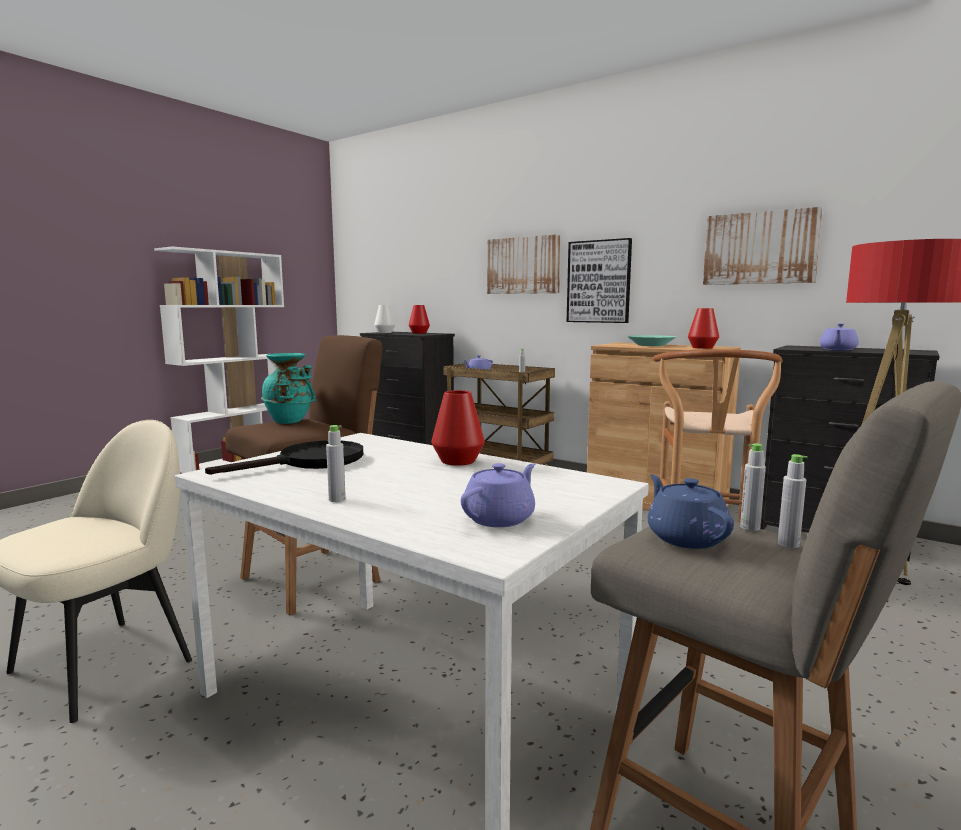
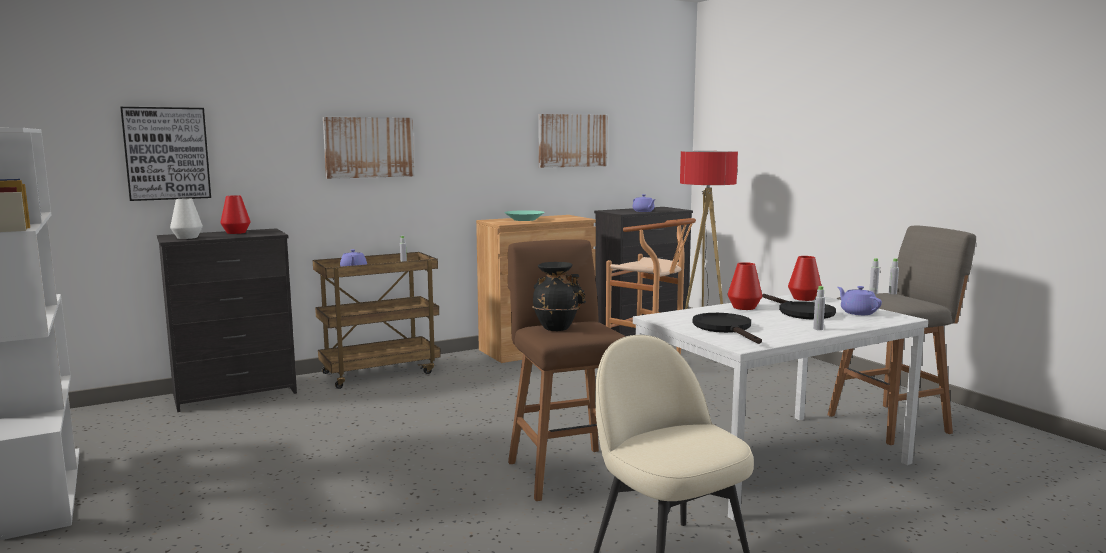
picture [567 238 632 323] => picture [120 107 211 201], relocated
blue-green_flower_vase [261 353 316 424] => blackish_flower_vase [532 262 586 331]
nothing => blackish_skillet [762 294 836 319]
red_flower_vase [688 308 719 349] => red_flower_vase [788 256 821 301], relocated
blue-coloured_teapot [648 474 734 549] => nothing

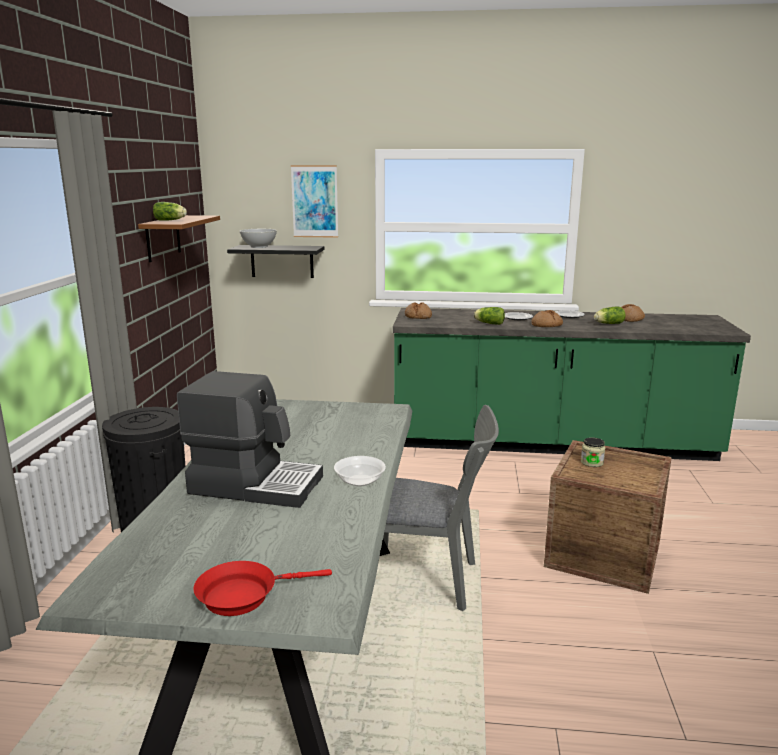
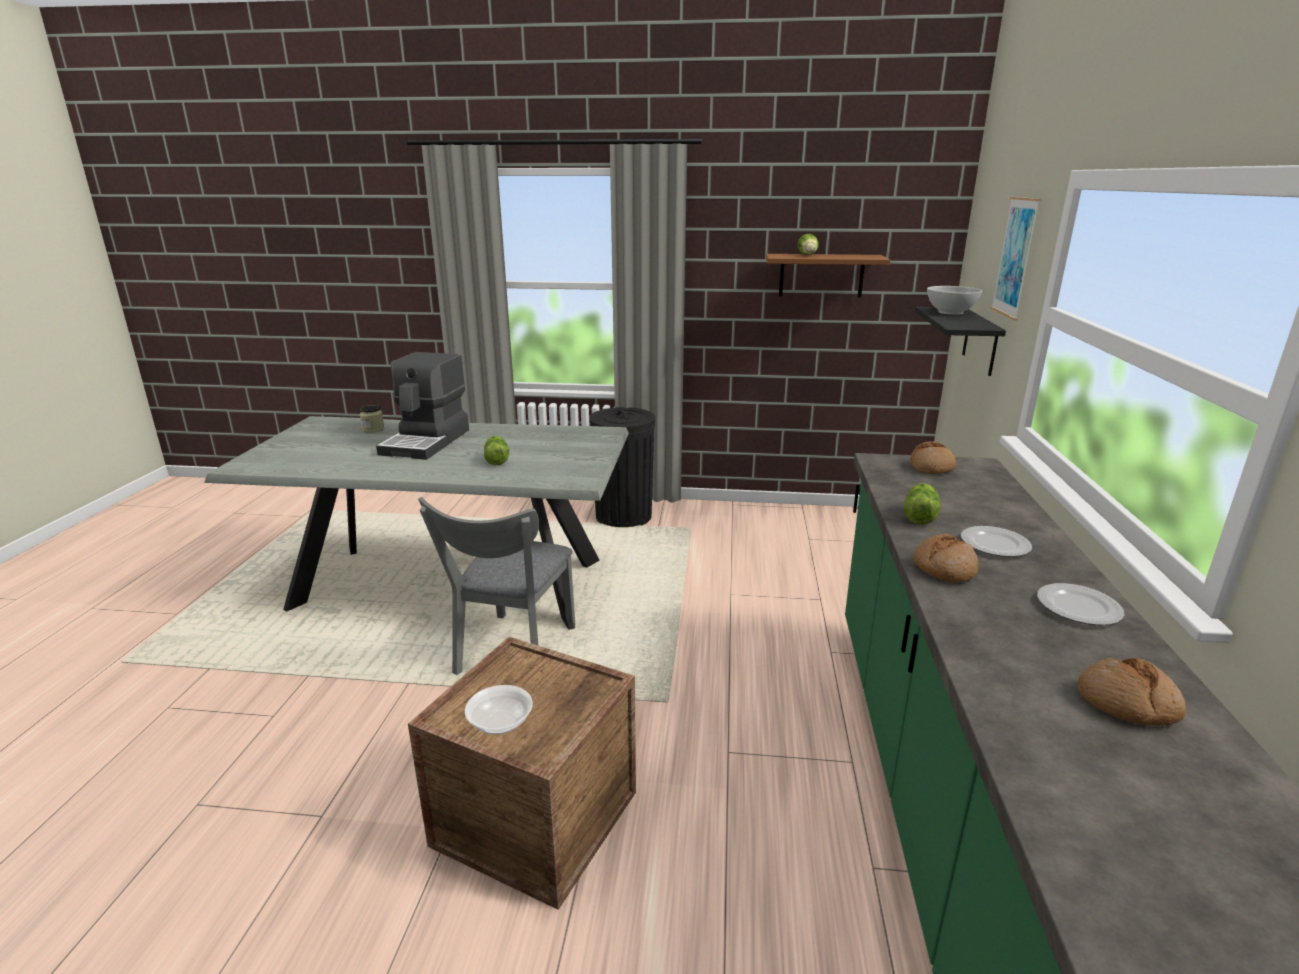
storage_jar [581 437 605 467] => storage_jar [360 405 385 433], relocated
deep_dish [334 456 386 486] => deep_dish [465 685 533 735], relocated
head_of_lettuce [594 307 626 324] => head_of_lettuce [484 436 509 465], relocated
red_skillet [193 561 332 616] => nothing

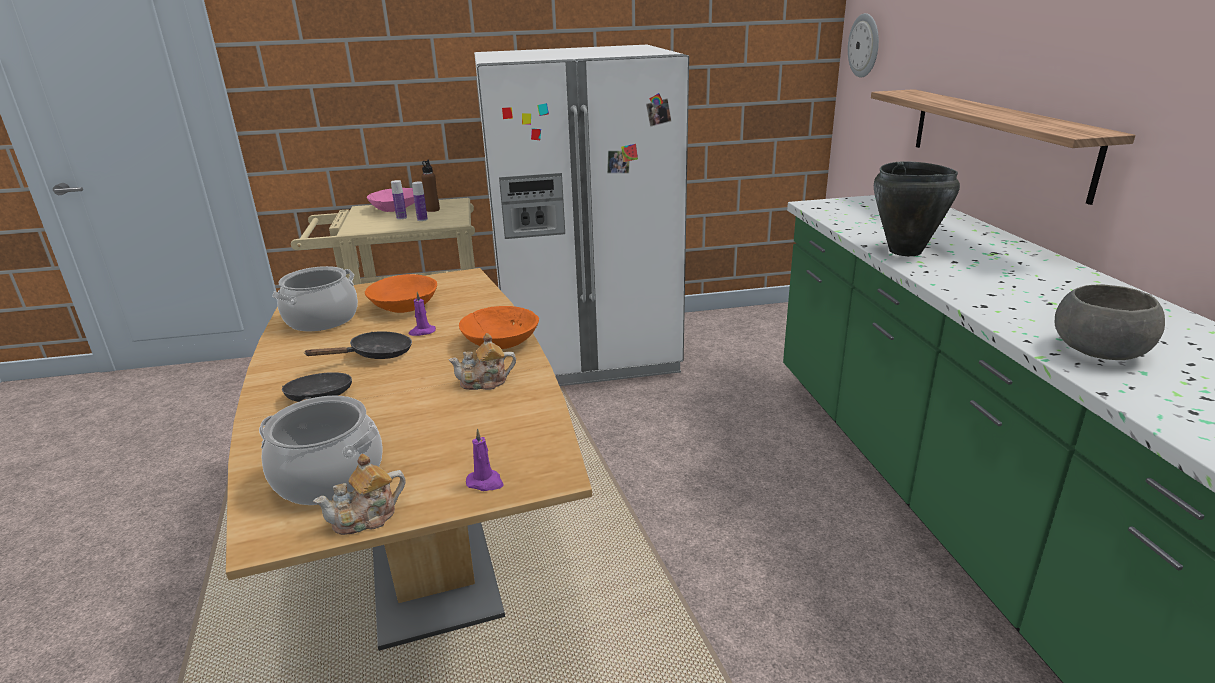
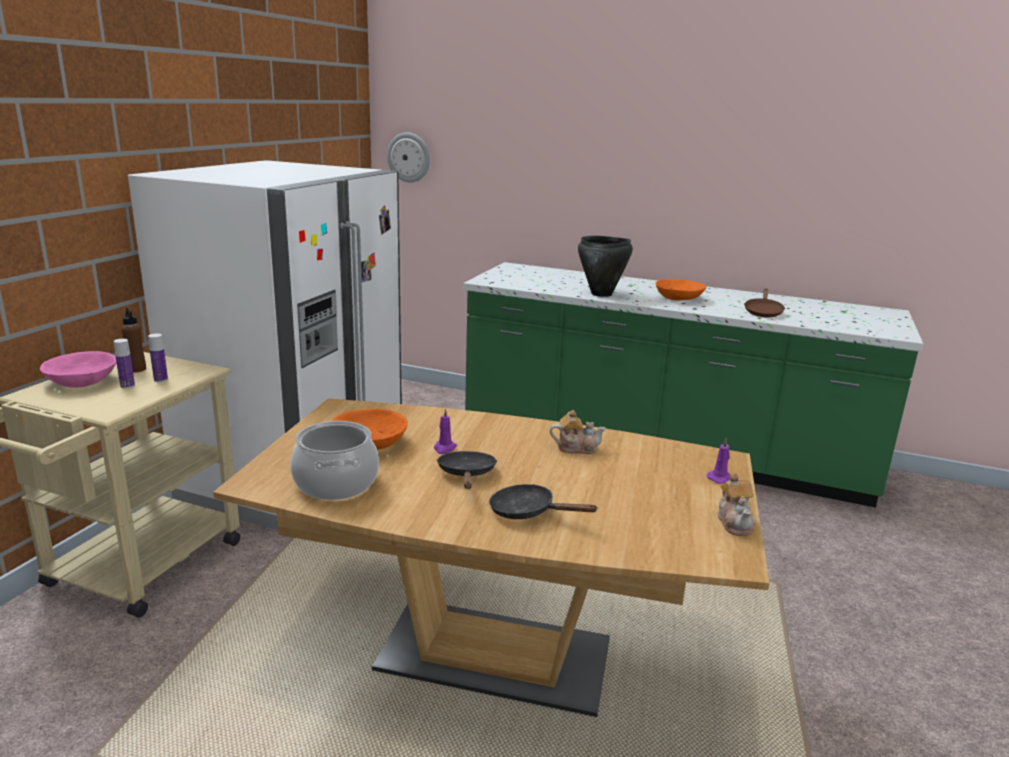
teapot [449 333 516 390] => teapot [550 410 606 454], 105 degrees counterclockwise
orangey_deep_dish [459 306 539 349] => orangey_deep_dish [656 279 706 301], relocated
gray_deep_dish [1055 285 1165 360] => brownish_skillet [744 288 785 317]
saucepot [259 395 383 505] => nothing
bracket_shelf [871 89 1135 205] => nothing

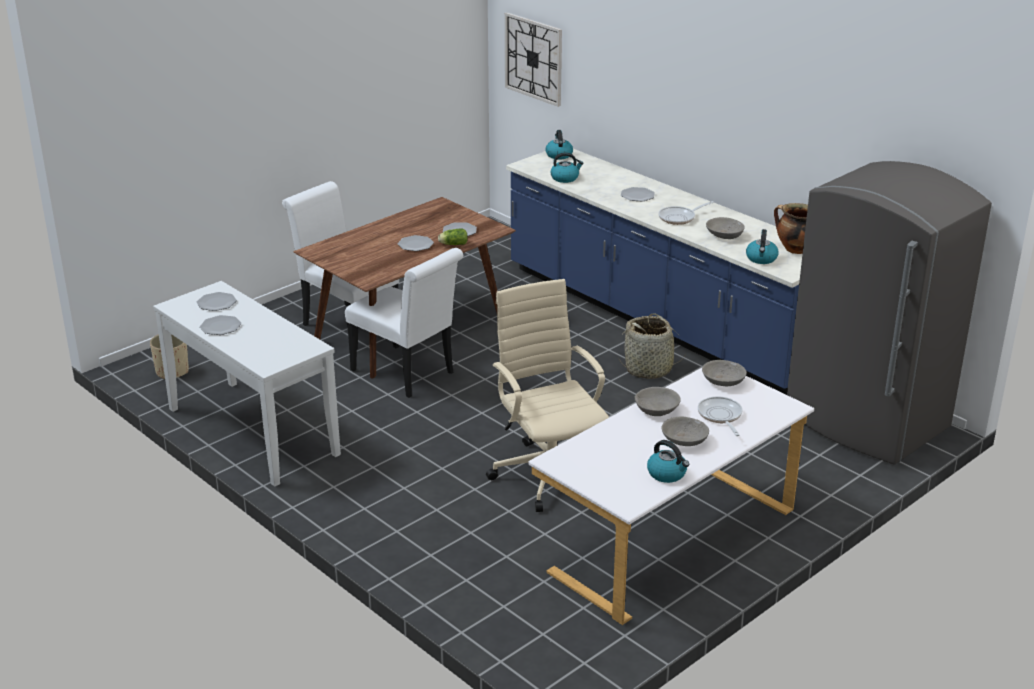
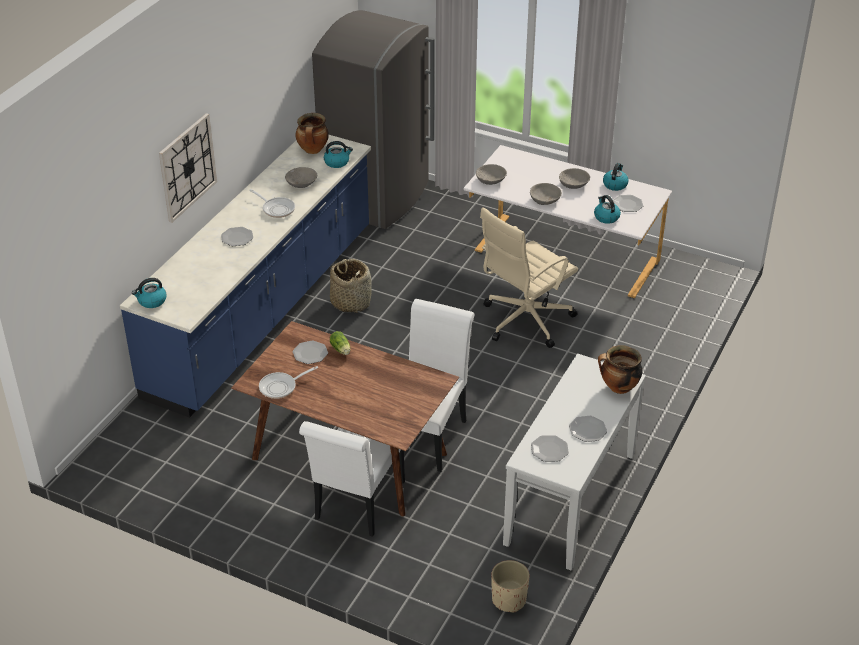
wall_clock [505 12 562 107] => wall_clock [159 113 217 223], relocated
skillet [698 396 742 436] => skillet [259 366 319 399], relocated
water_kettle [550 152 584 183] => water_kettle [594 195 621 224], relocated
nothing => saucepot [598 345 642 394]
dinner_plate [398 235 434 251] => dinner_plate [613 195 643 212], relocated

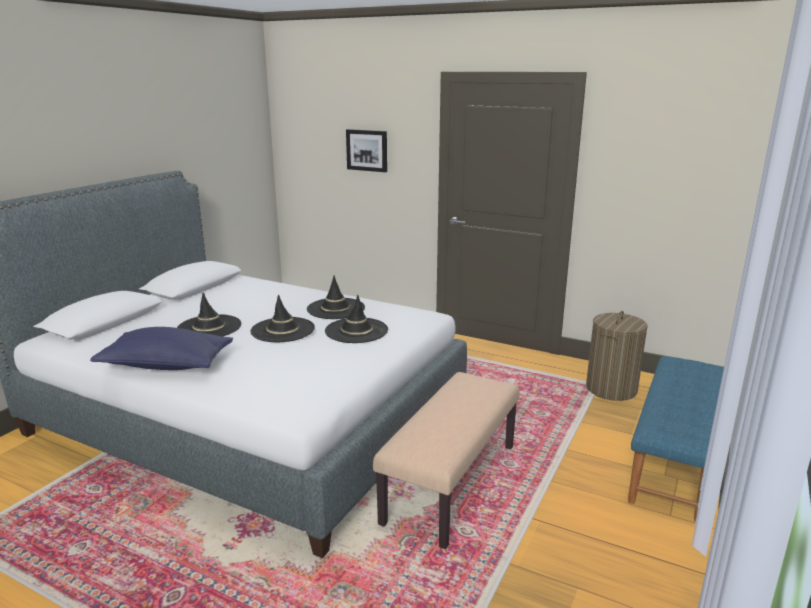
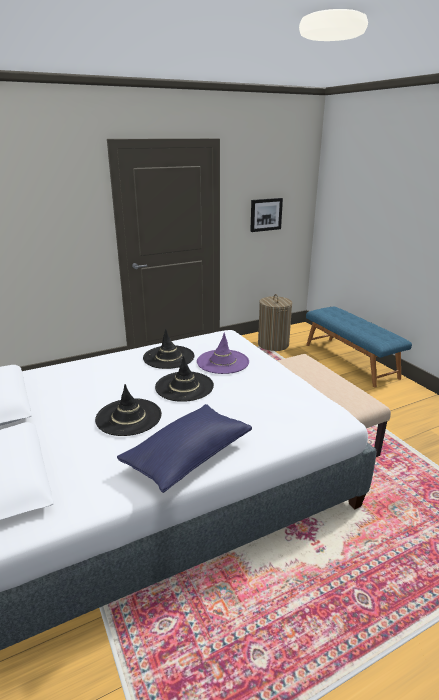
blackish_wearable_hat [325 295 388 343] => purple_wearable_hat [197 332 249 374]
picture [346 129 387 172] => picture [250 198 283 232], relocated

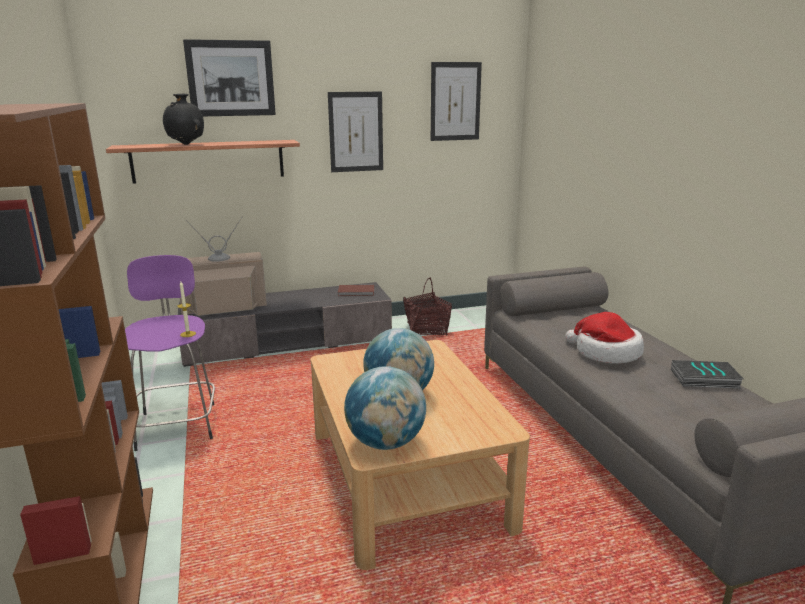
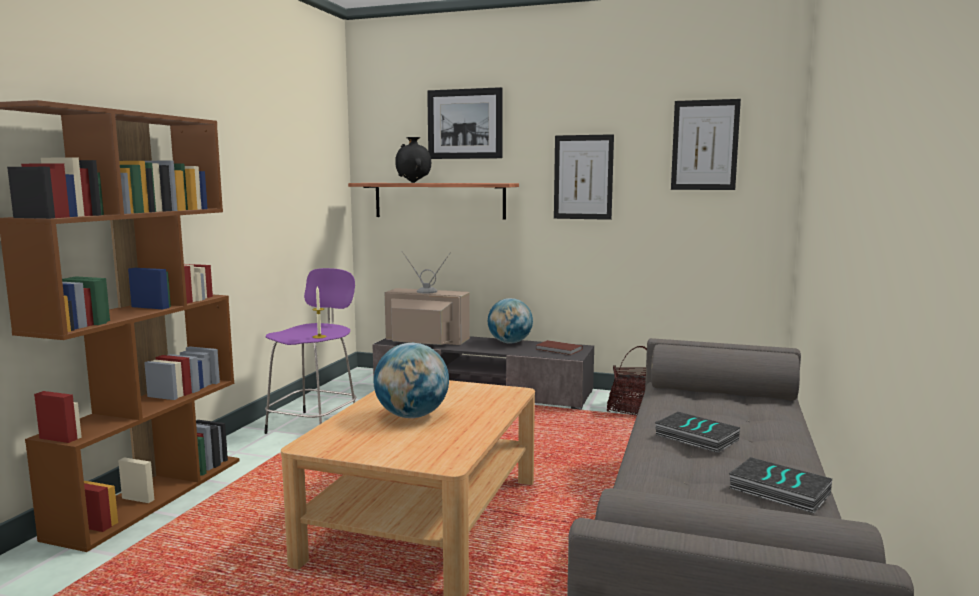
globe [344 366 426 450] => globe [488 298 533 344], relocated
wearable_hat [565 312 644 364] => book [655 412 740 453]

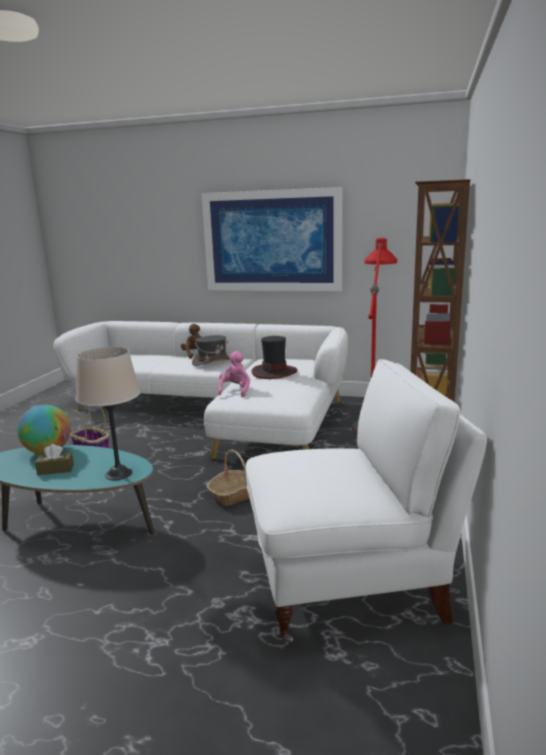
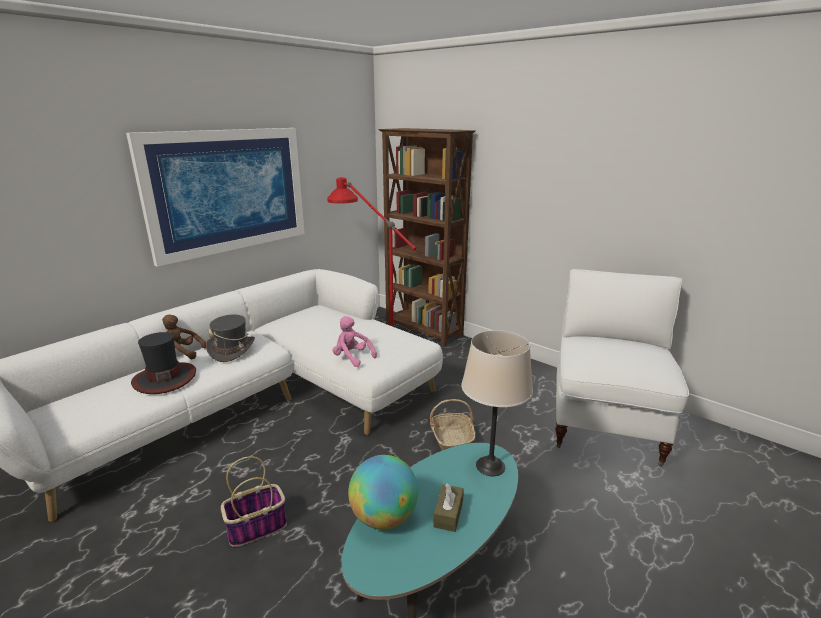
wearable_hat [252 336 298 379] => wearable_hat [131 332 196 394], relocated

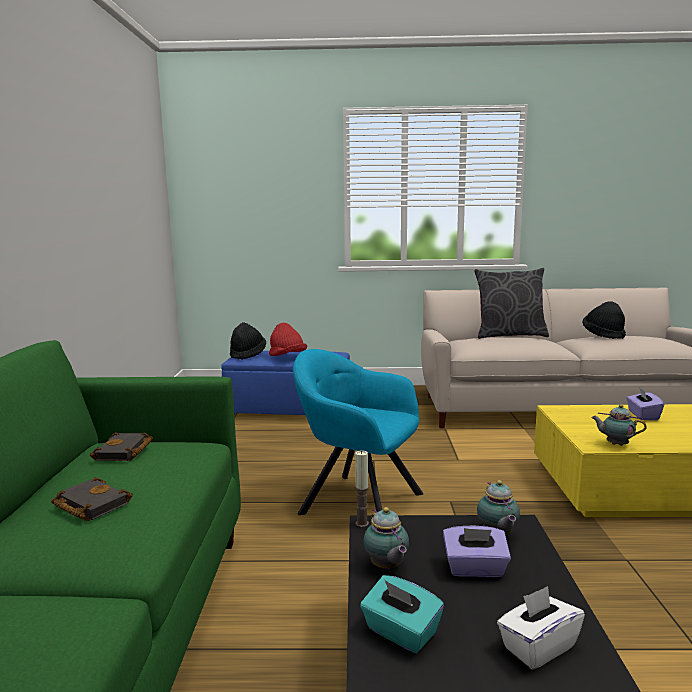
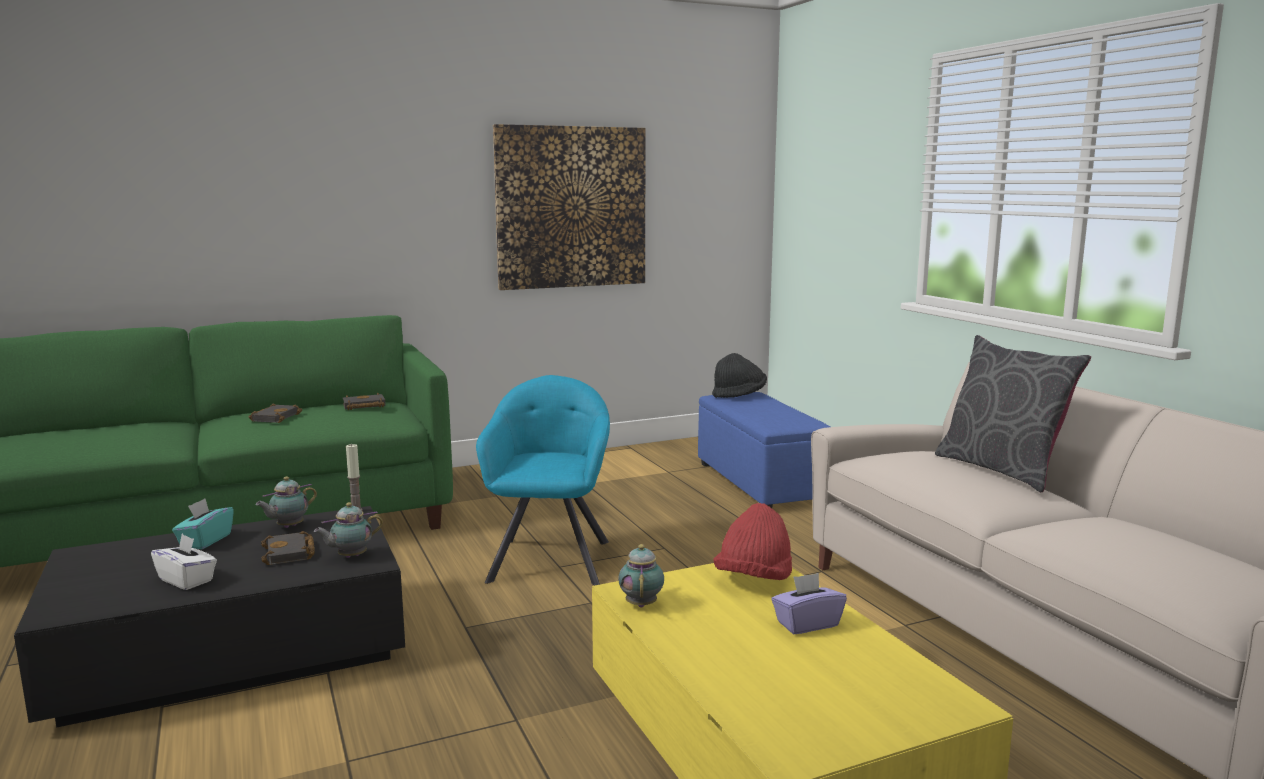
purple_box_of_tissues [443 526 511 577] => blackish_book [261 531 315 565]
nothing => picture [493 124 646 290]
red_wearable_hat [269 323 307 356] => red_wearable_hat [713 503 792 580], relocated
blackish_wearable_hat [583 301 626 339] => nothing

